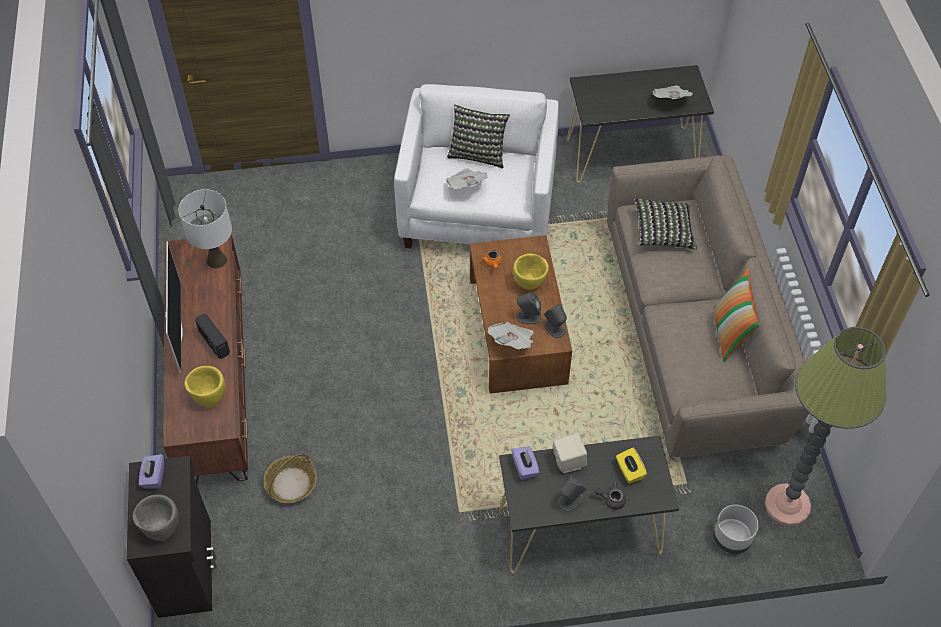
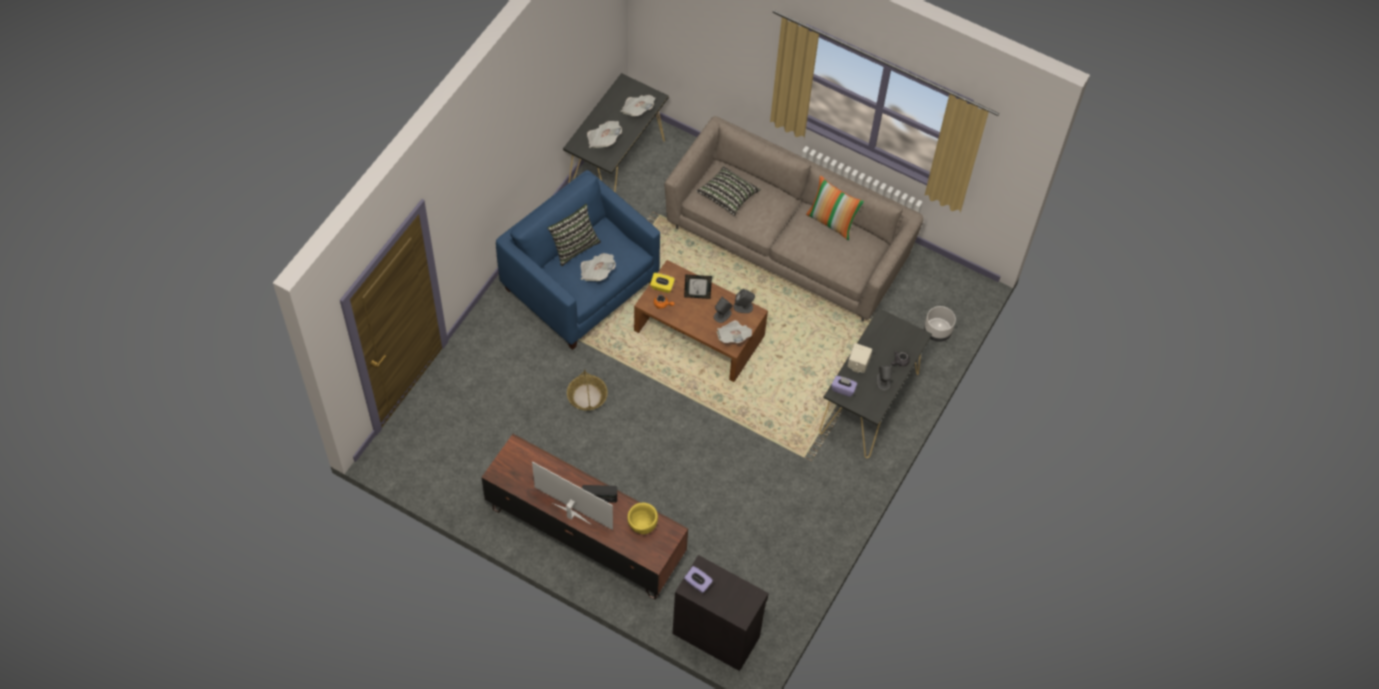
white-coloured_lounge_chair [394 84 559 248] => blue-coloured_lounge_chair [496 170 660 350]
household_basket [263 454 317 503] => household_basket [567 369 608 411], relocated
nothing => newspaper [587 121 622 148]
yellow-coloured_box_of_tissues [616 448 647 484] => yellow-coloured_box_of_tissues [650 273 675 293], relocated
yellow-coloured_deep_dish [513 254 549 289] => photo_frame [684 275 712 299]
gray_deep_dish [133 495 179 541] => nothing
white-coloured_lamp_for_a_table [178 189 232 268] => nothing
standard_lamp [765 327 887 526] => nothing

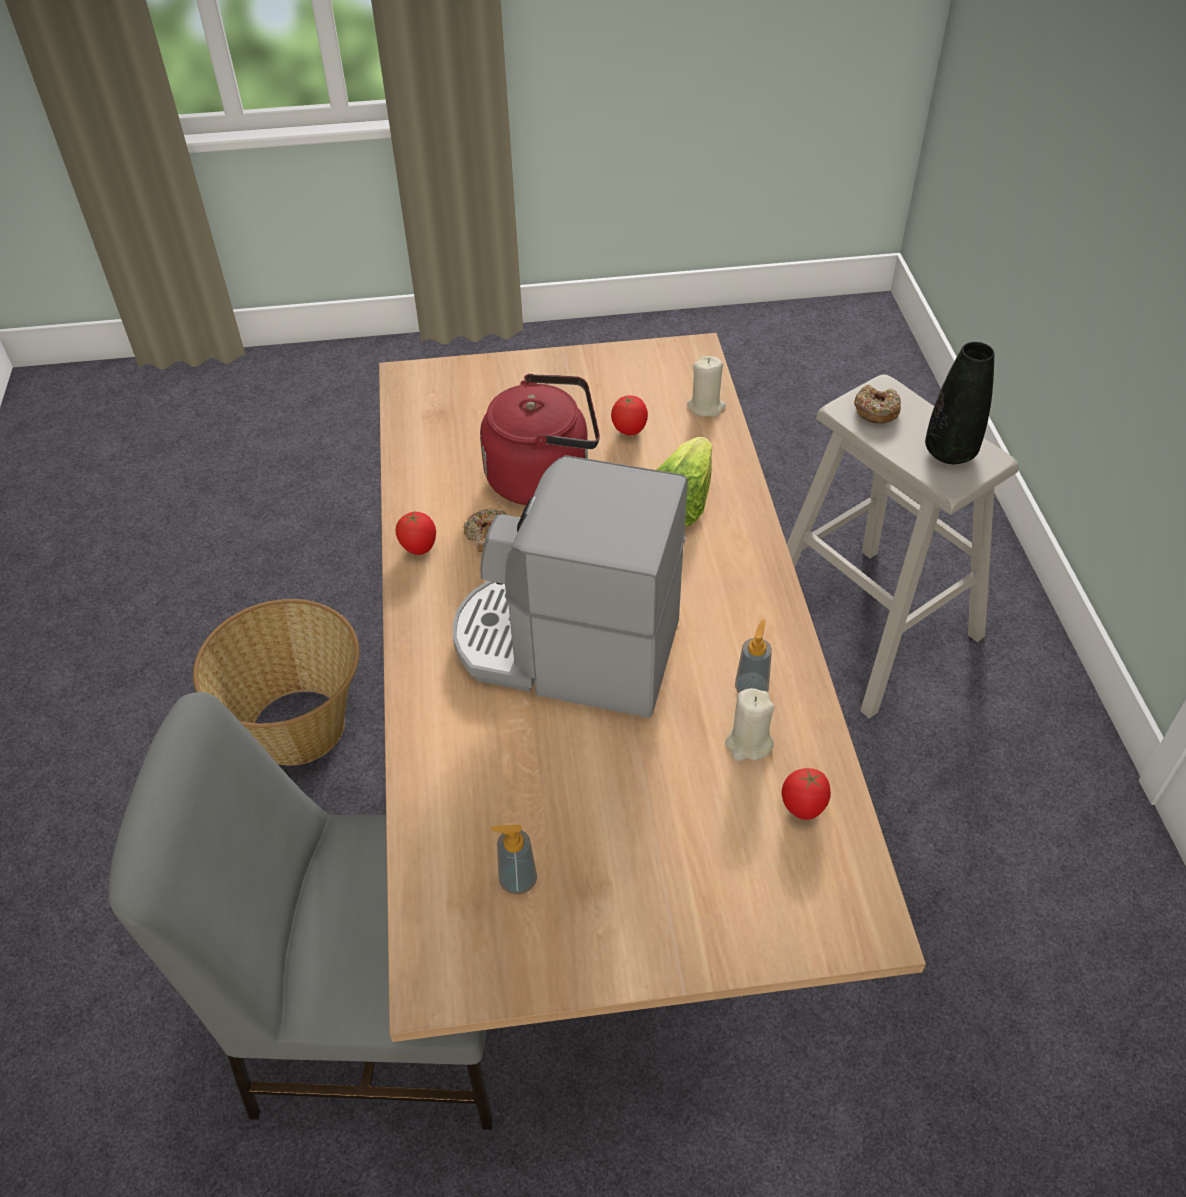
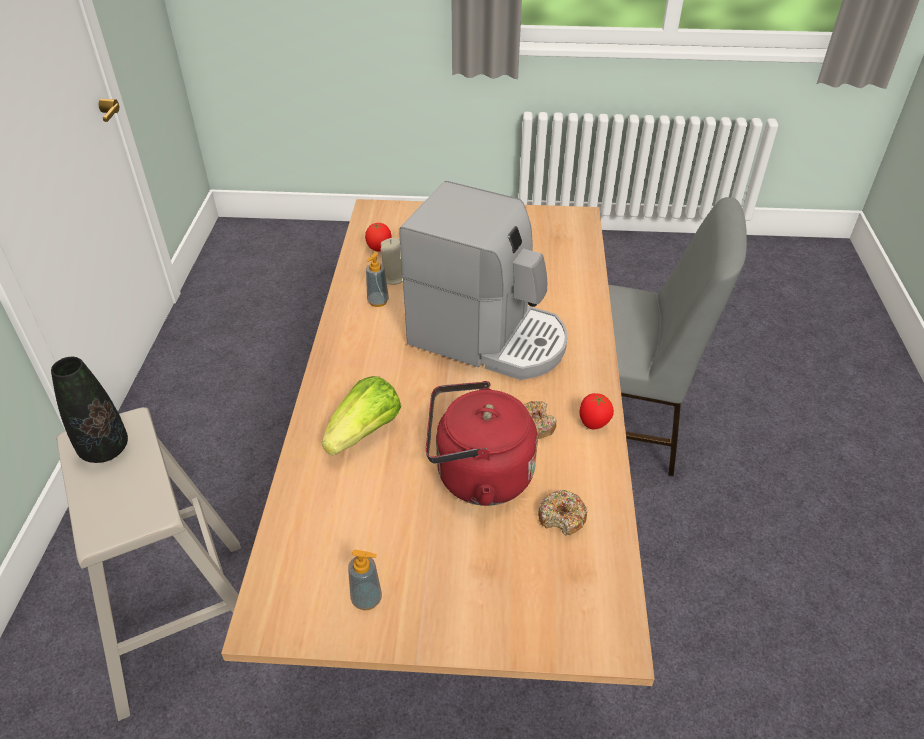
soap_bottle [491 825 537 895] => soap_bottle [348 549 382 610], relocated
doughnut [854 384 901 423] => doughnut [538 490 588 535], relocated
household_basket [193 599 360 766] => nothing
tomato [611 395 648 435] => nothing
beige_candle [687 356 726 417] => nothing

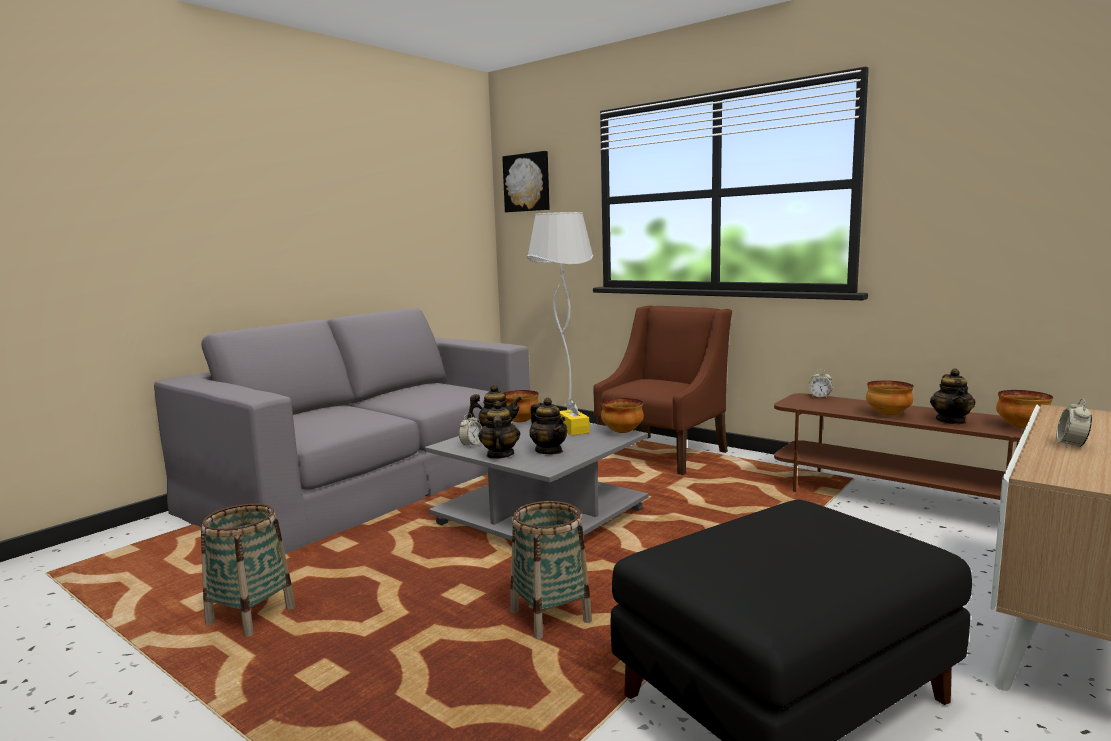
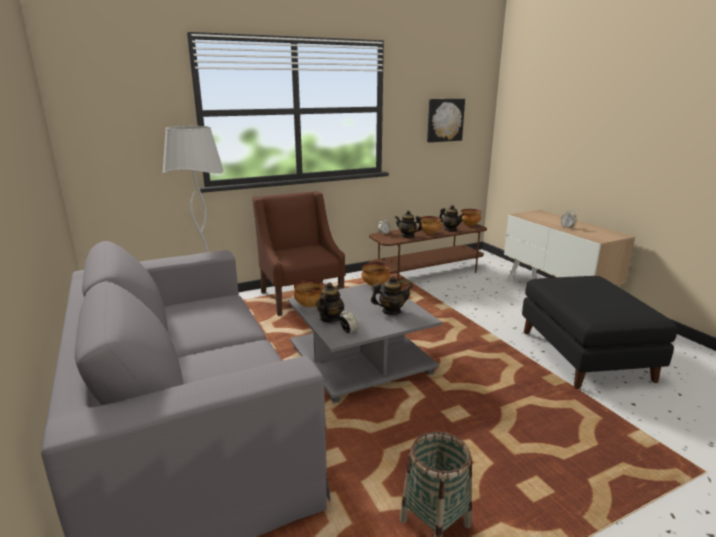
teapot [478 401 520 459] => teapot [395 210 422 238], relocated
picture [502 151 550 212] => picture [427 99 465 142], relocated
household_basket [510 501 592 639] => nothing
yellow-coloured_box_of_tissues [560 399 590 435] => nothing

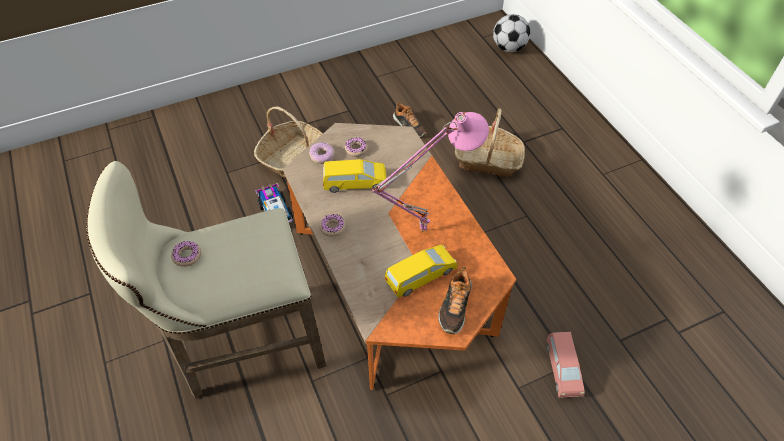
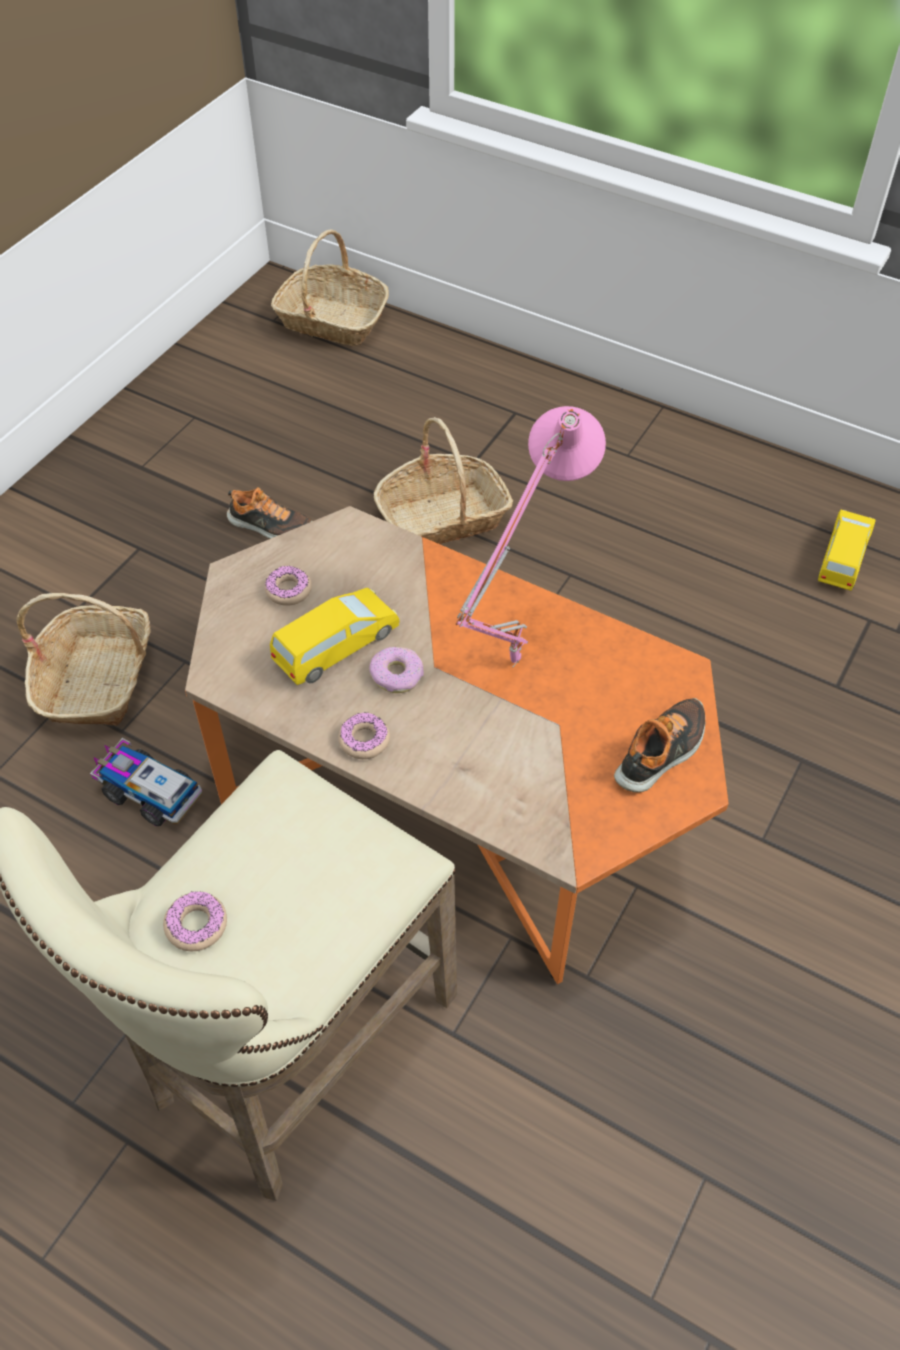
ball_for_football [493 14 530 52] => household_basket [271 229 389 346]
doughnut [309 142 335 164] => doughnut [369 647 424 693], relocated
low_shoe [438 268 472 334] => low_shoe [614 698 705 793], 120 degrees counterclockwise
yellow-coloured_miniature_car [385 245 458 297] => yellow-coloured_miniature_car [818 510 875 591], relocated
pinkish_miniature_car [547 332 585 398] => nothing

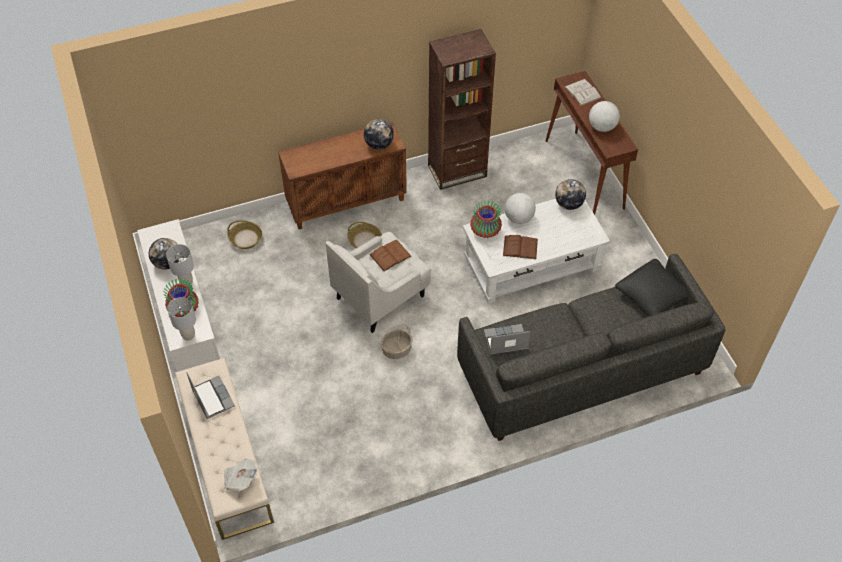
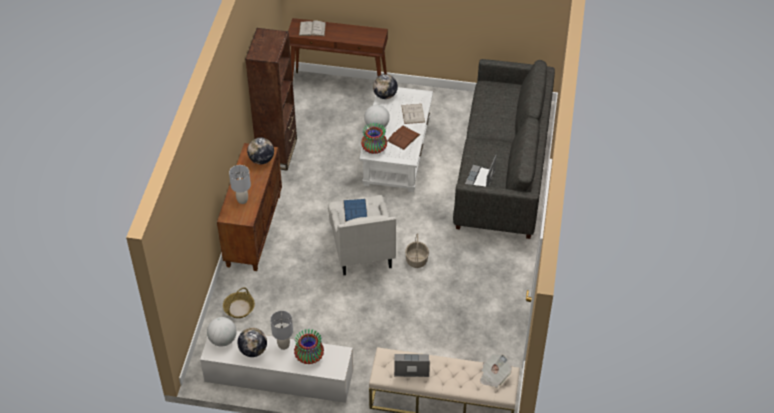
globe [589 101 620 132] => globe [207 317 236 347], relocated
gray_lamp_for_a_table [167 297 196 340] => gray_lamp_for_a_table [229 165 251 204], relocated
brownish_book [369 240 412 271] => blue-coloured_book [343 199 367 222]
nothing => white-coloured_book [401 104 425 124]
household_basket [348 222 382 248] => nothing
blackish_cushion [615 259 688 316] => nothing

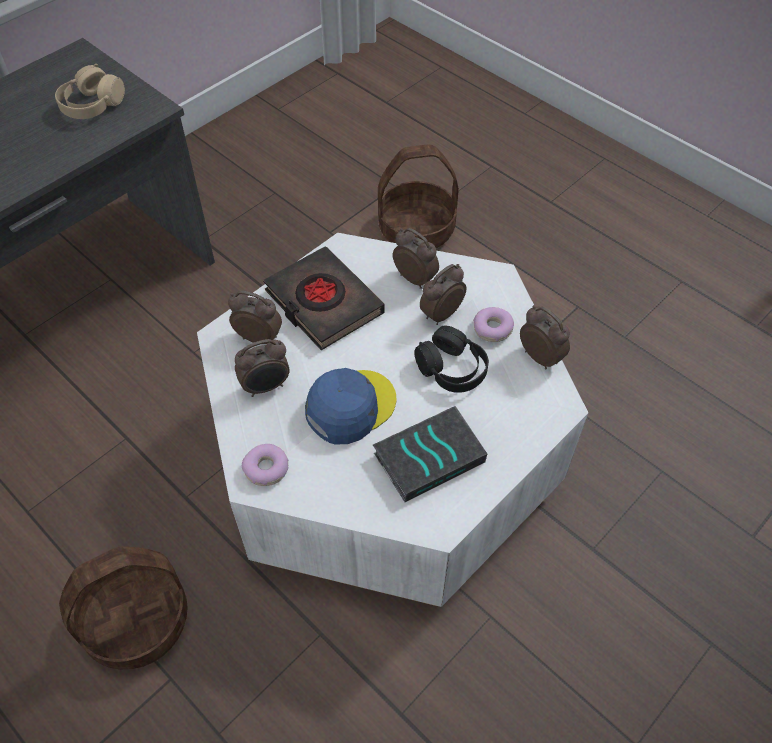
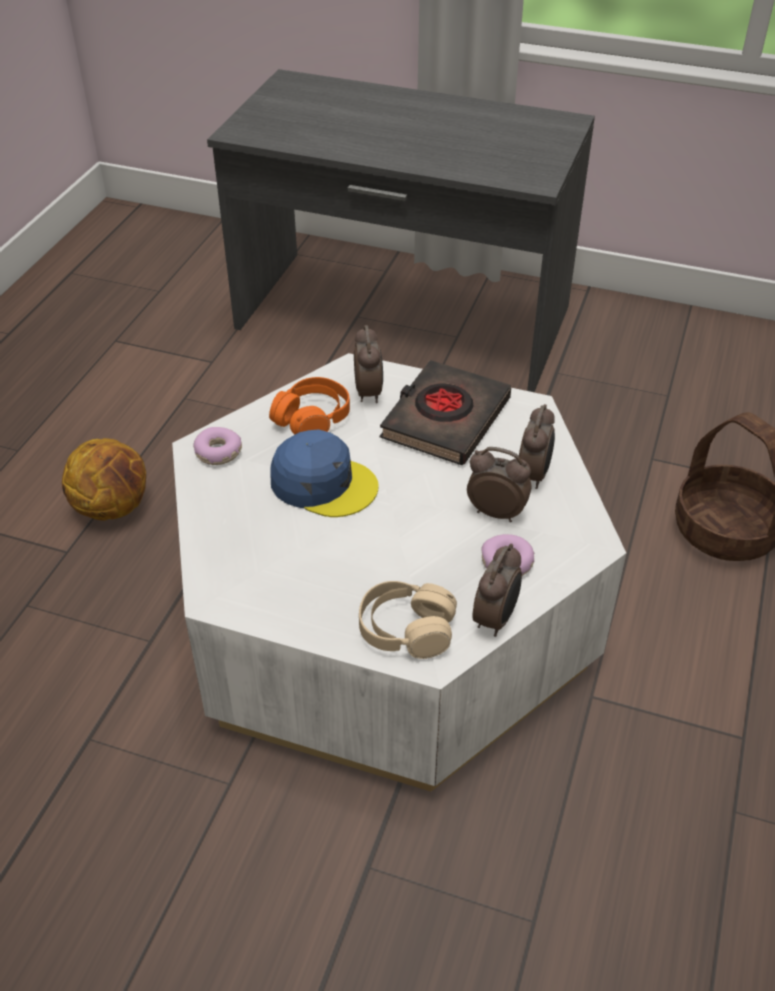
household_basket [59 546 188 670] => basketball_ball [62 438 146 521]
table_clock [235 339 290 397] => orangey_headphones [269 377 350 435]
beige_headphones [55 64 125 119] => beige_headphones [359 581 457 659], relocated
book [373 406 487 502] => nothing
blackish_headphones [414 326 489 393] => nothing

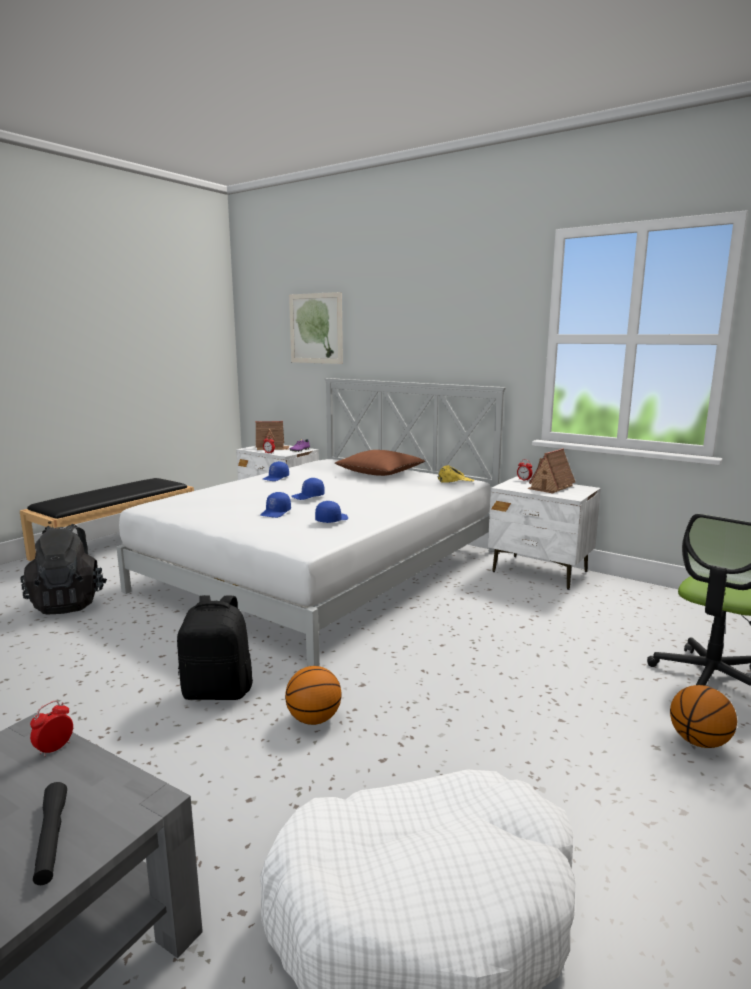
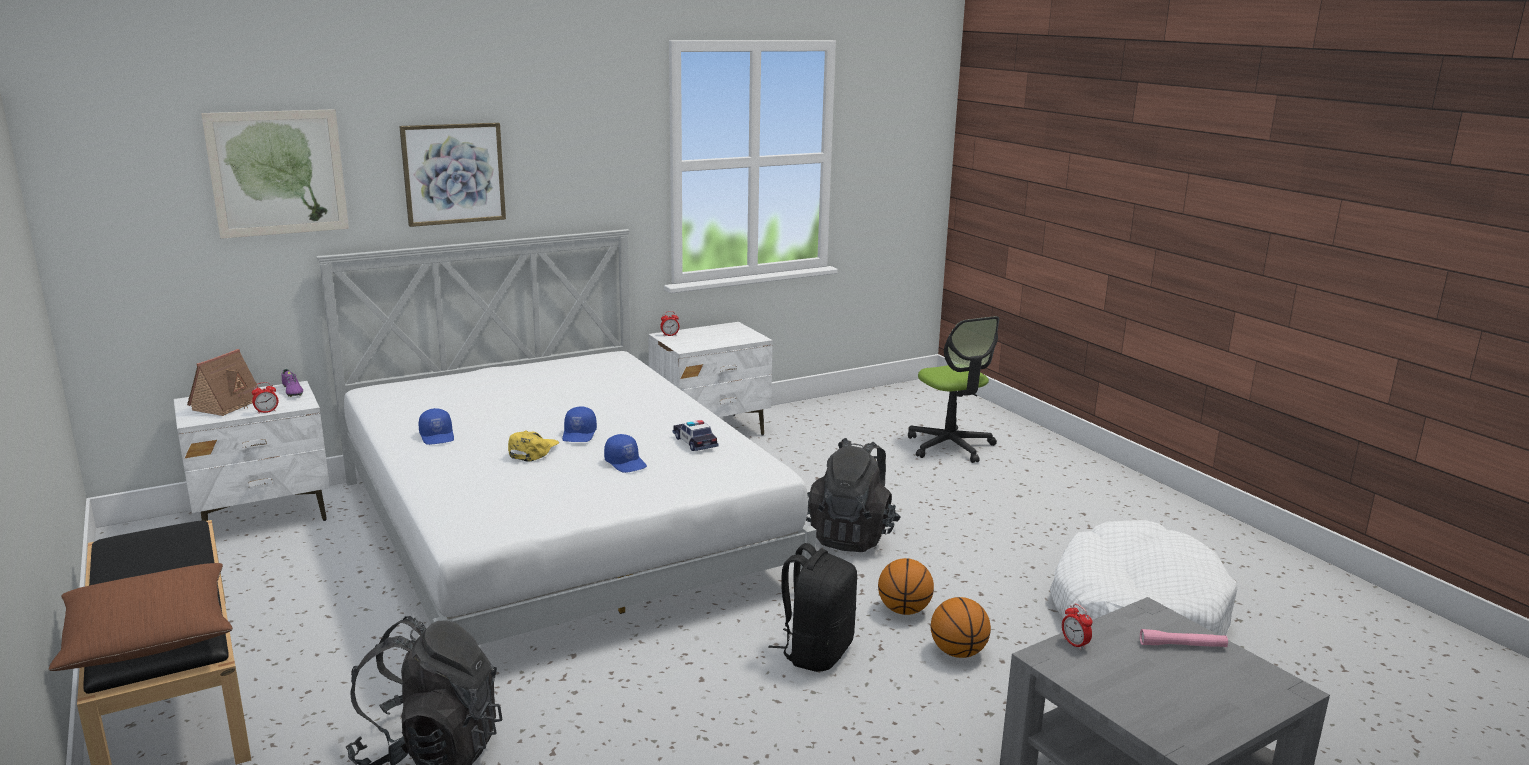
brownish_cushion [335 450 425 476] => brownish_cushion [48 563 233 671], relocated
nothing => picture [399 122 506 227]
yellow-coloured_peaked_cap [438 465 475 483] => yellow-coloured_peaked_cap [508 431 559 462], relocated
blue-coloured_peaked_cap [315 501 348 523] => miniature_car [672 420 718 451]
nothing => blackish_rucksack [806 438 901 552]
basketball_ball [670 685 737 748] => basketball_ball [931 597 991 658], relocated
blackish_hand_torch [33 782 67 885] => pinkish_hand_torch [1140 629 1228 647]
miniature_house [527 448 575 494] => nothing

